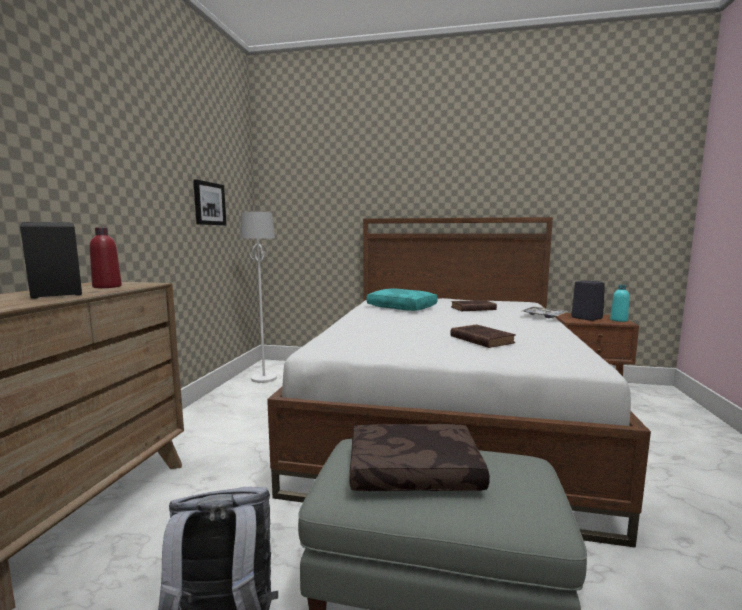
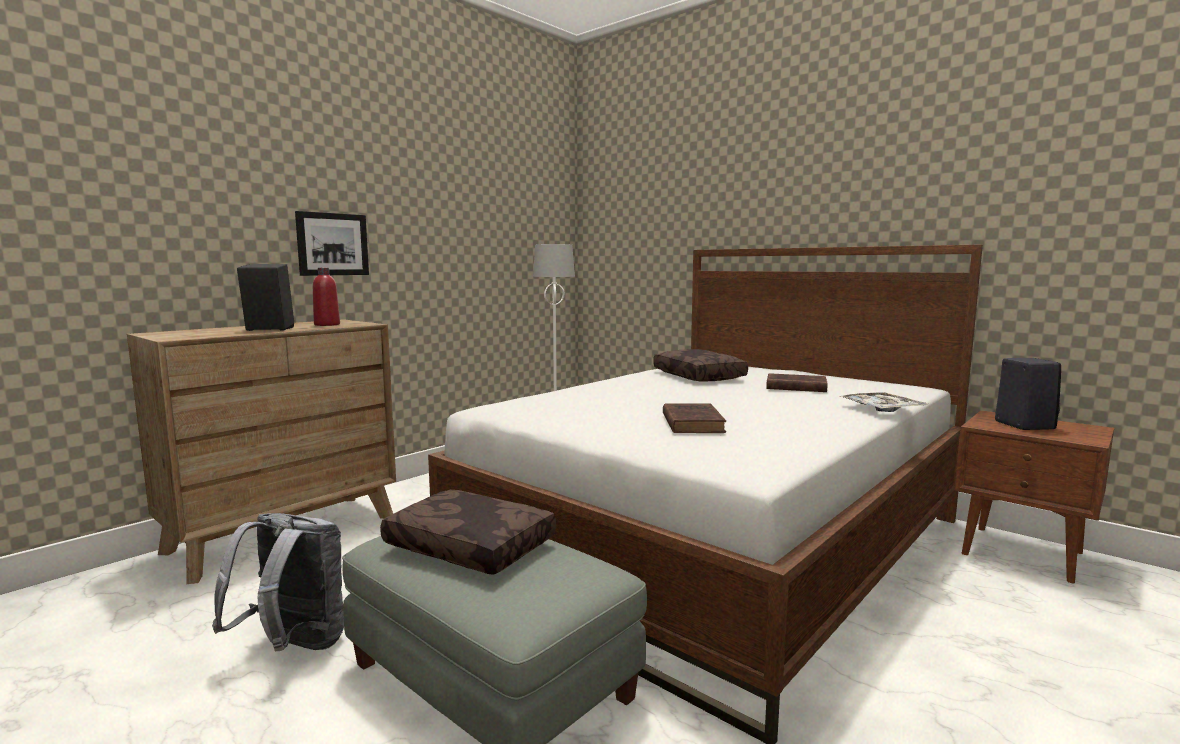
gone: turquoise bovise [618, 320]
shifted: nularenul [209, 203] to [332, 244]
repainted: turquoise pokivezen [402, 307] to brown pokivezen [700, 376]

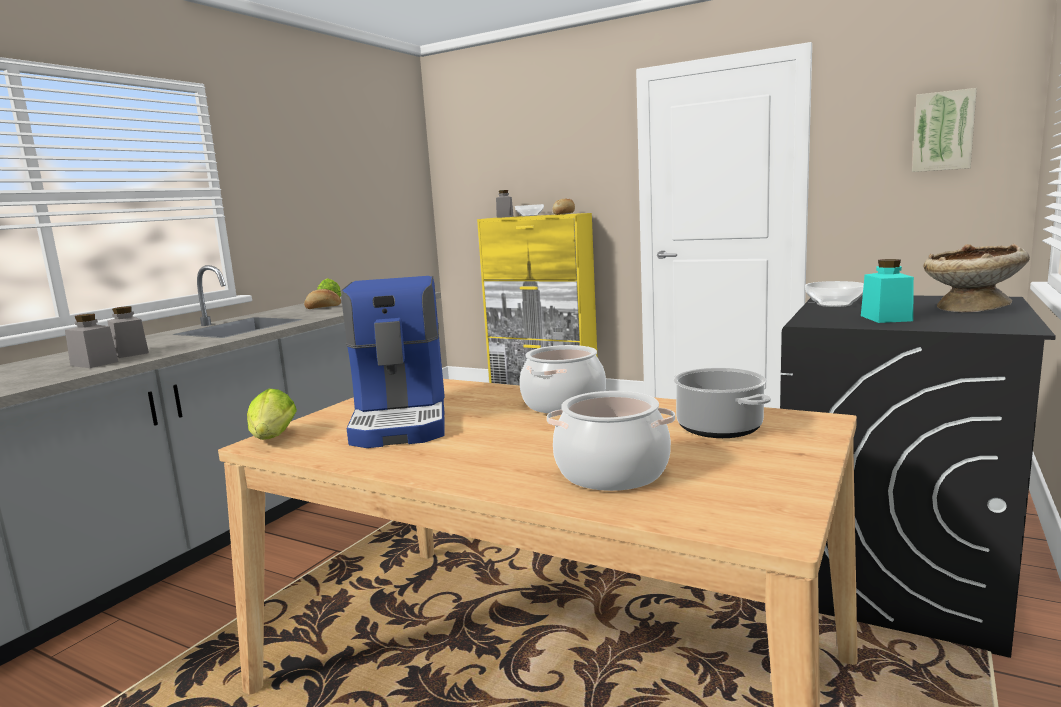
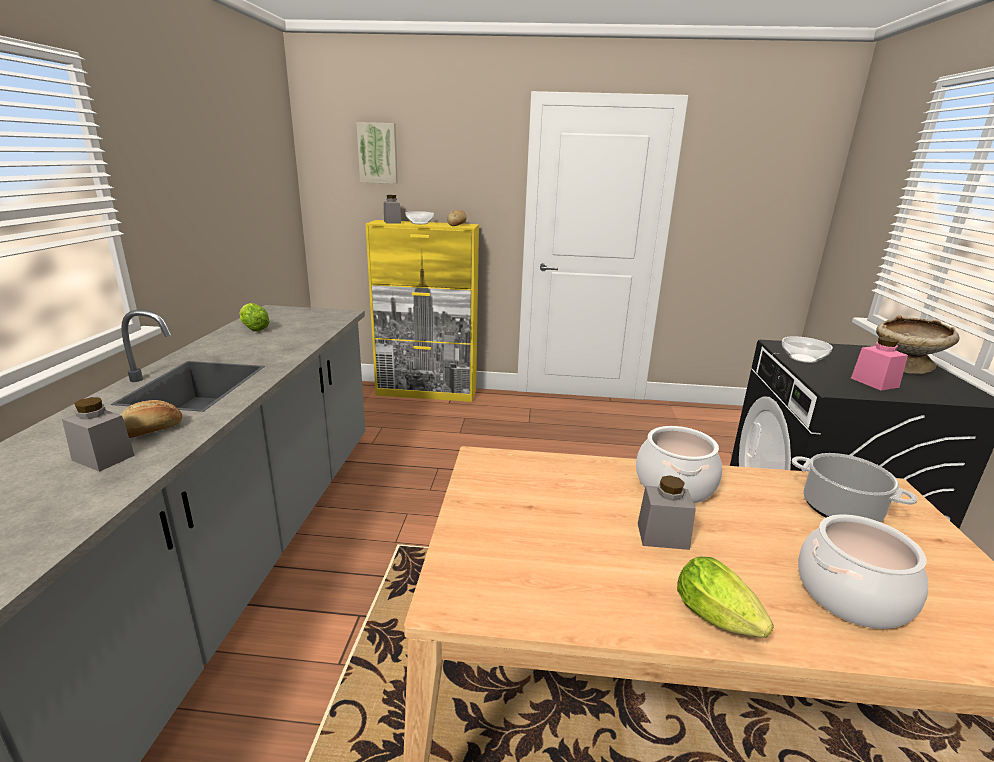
gone: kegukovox [403, 419]
shifted: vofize [323, 307] to [151, 431]; nularenul [943, 131] to [378, 153]; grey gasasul [94, 363] to [662, 536]; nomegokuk [272, 440] to [720, 621]
repainted: turquoise gasasul [886, 318] to pink gasasul [874, 382]

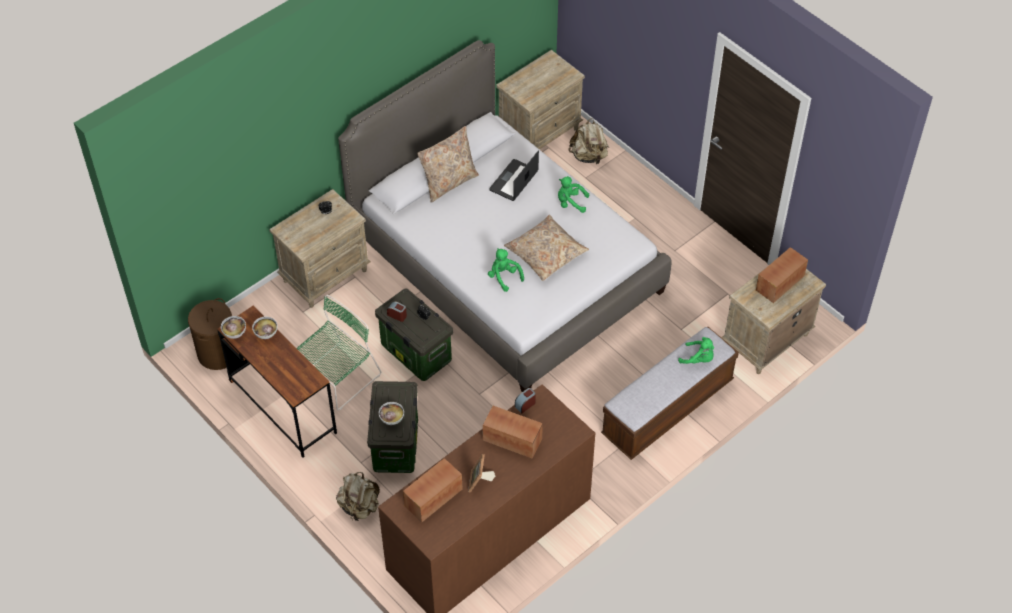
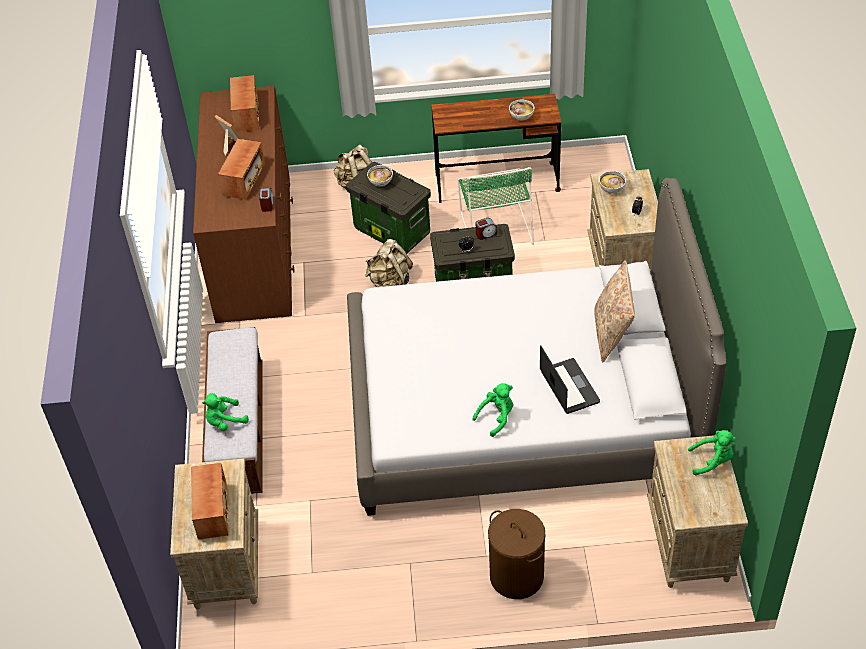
gone: beige pokivezen [546, 253]
shifted: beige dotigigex [589, 156] to [390, 283]; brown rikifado [218, 353] to [516, 576]; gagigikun [235, 333] to [611, 190]; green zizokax [504, 277] to [712, 461]
rotated: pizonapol [512, 440] = [244, 180] 45 degrees counterclockwise

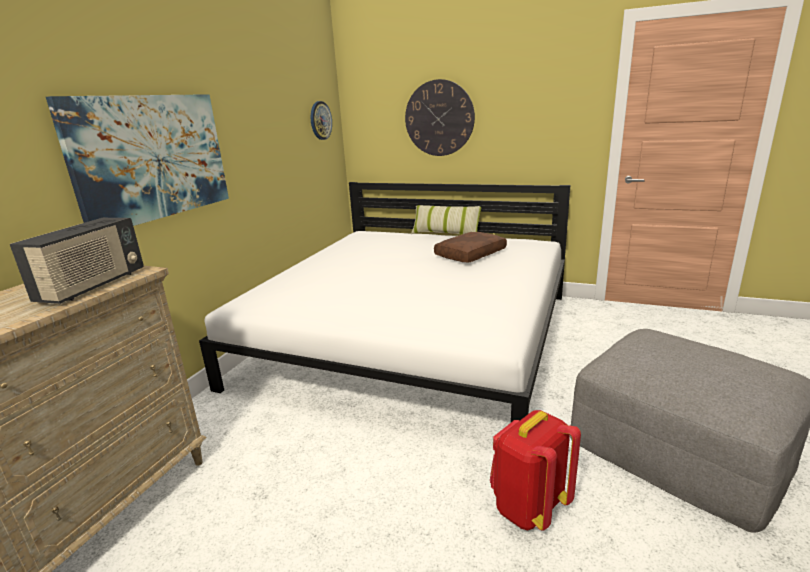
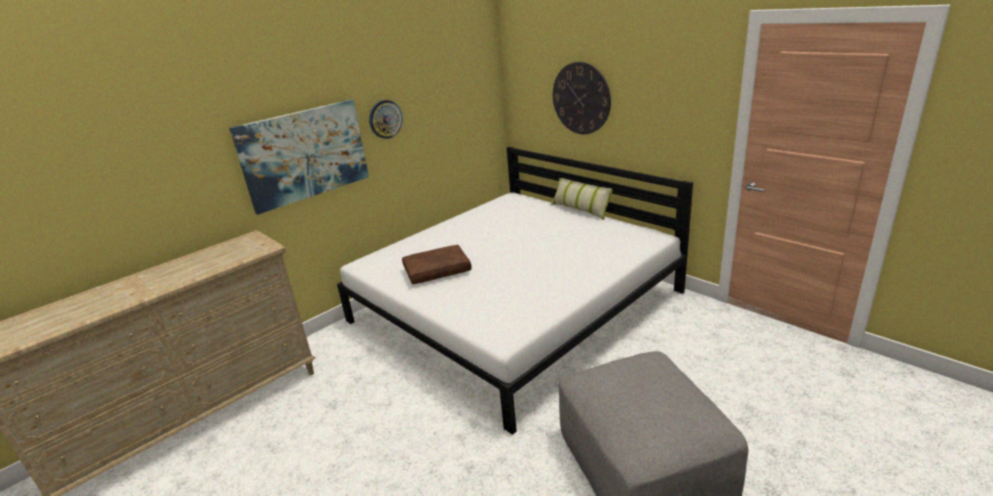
gone: pizonapol [93, 286]; red dotigigex [528, 507]
shifted: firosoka [320, 120] to [385, 119]; brown pokivezen [470, 254] to [437, 270]

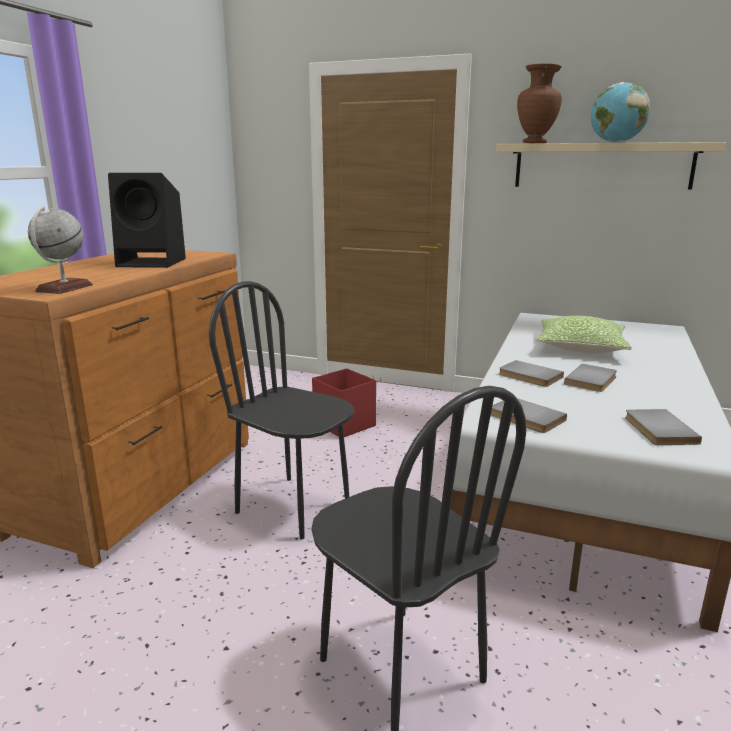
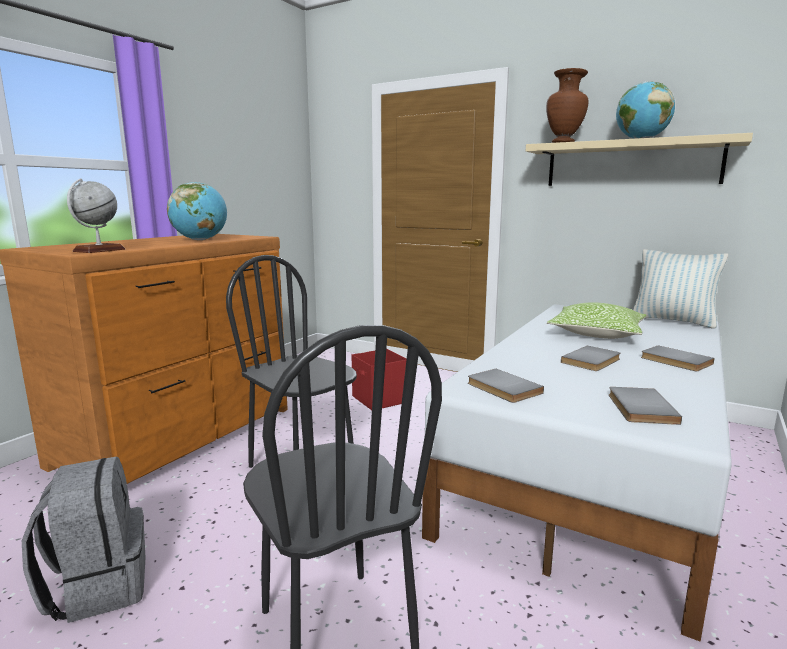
new: grey dotigigex [98, 586]; pokivezen [672, 321]
shifted: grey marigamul [529, 376] to [674, 361]
swapped: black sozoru [154, 263] to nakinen [200, 240]

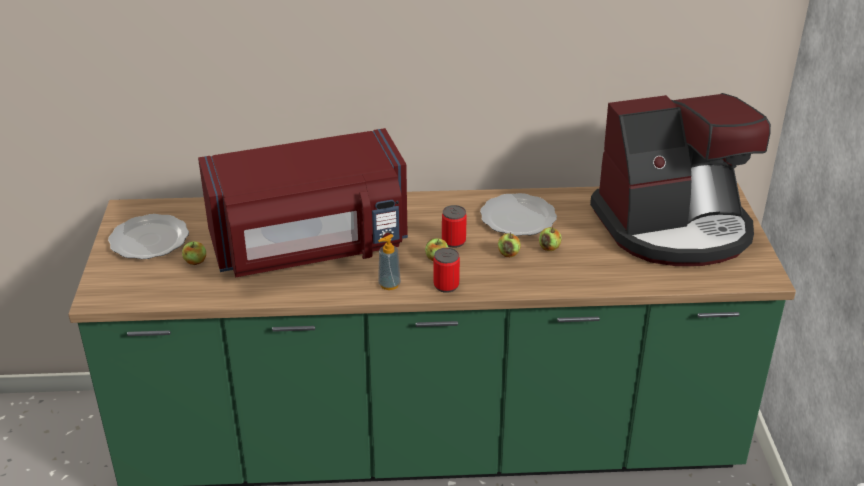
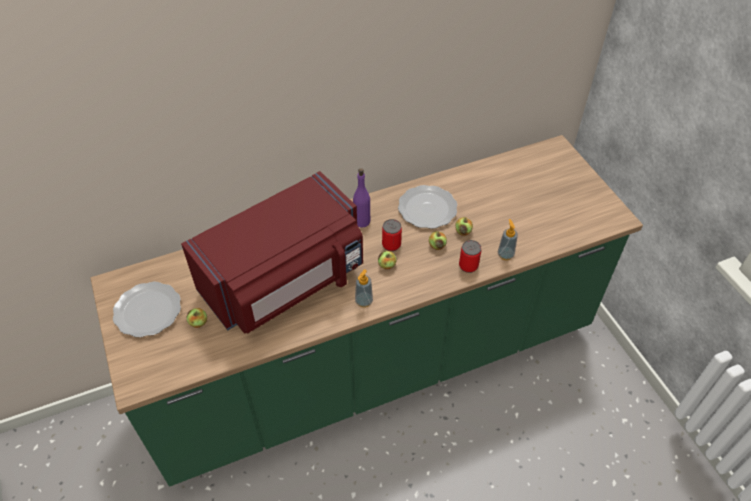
gone: kegukovox [674, 228]
new: purple bovise [362, 221]; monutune [505, 254]
shifted: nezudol [446, 285] to [468, 266]

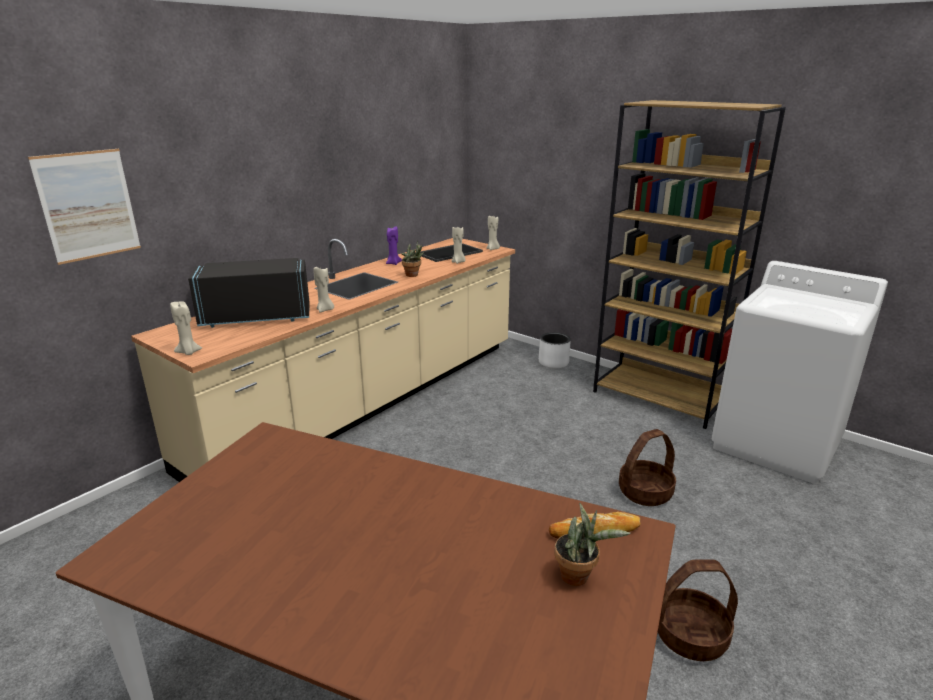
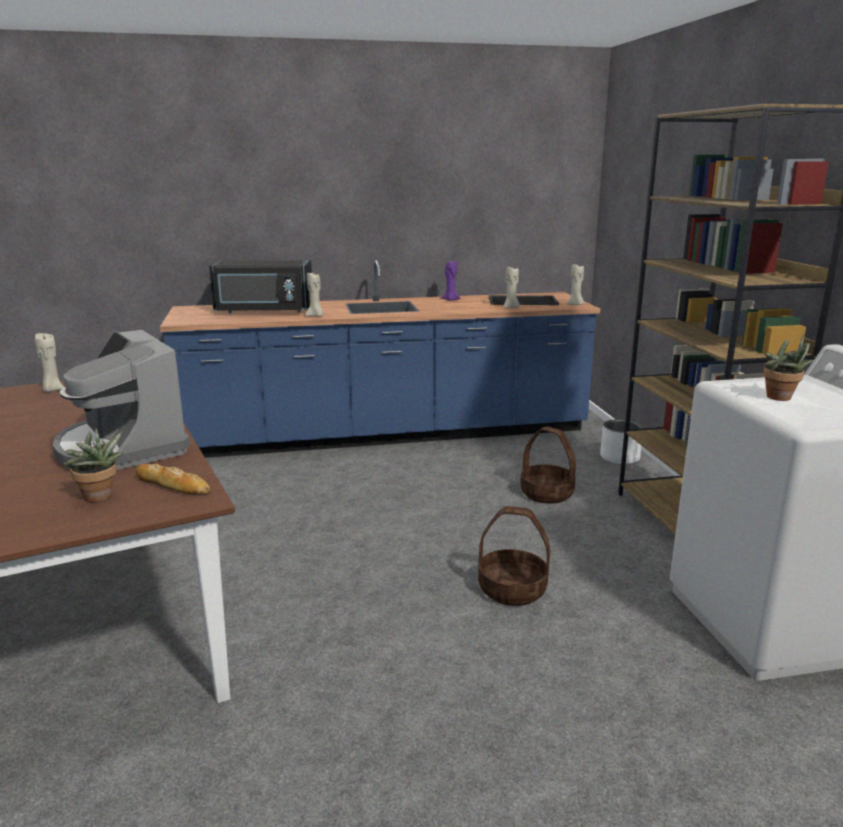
gone: nularenul [88, 205]
new: kegukovox [122, 448]
shifted: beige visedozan [188, 352] to [52, 390]; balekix [691, 635] to [547, 493]; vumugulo [413, 275] to [781, 398]
repainted: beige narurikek [368, 401] to blue narurikek [387, 434]
rotated: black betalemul [257, 316] = [263, 311] 150 degrees clockwise

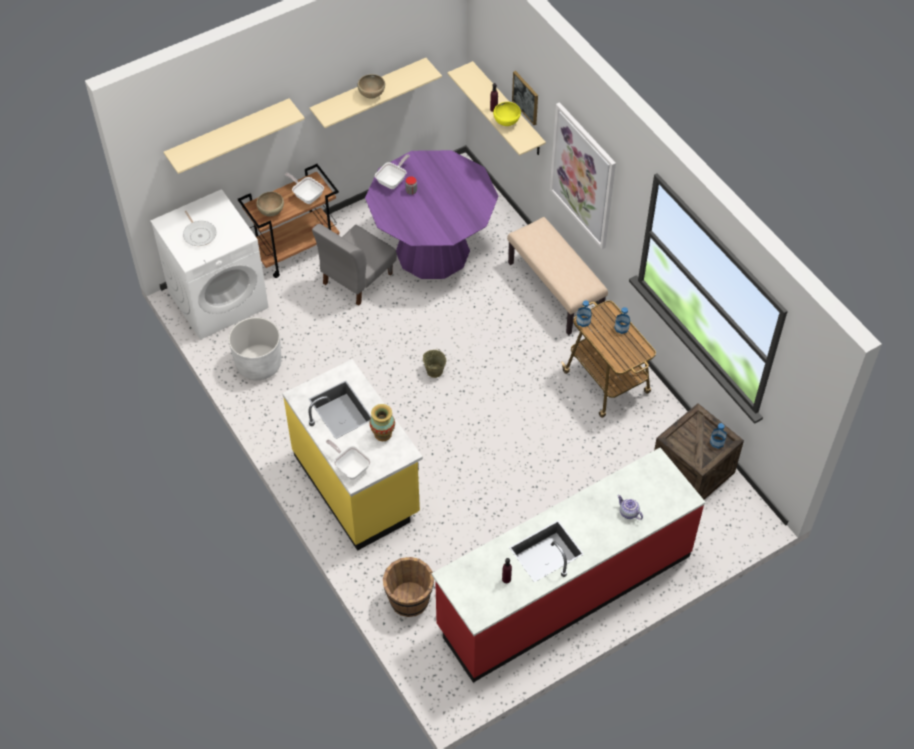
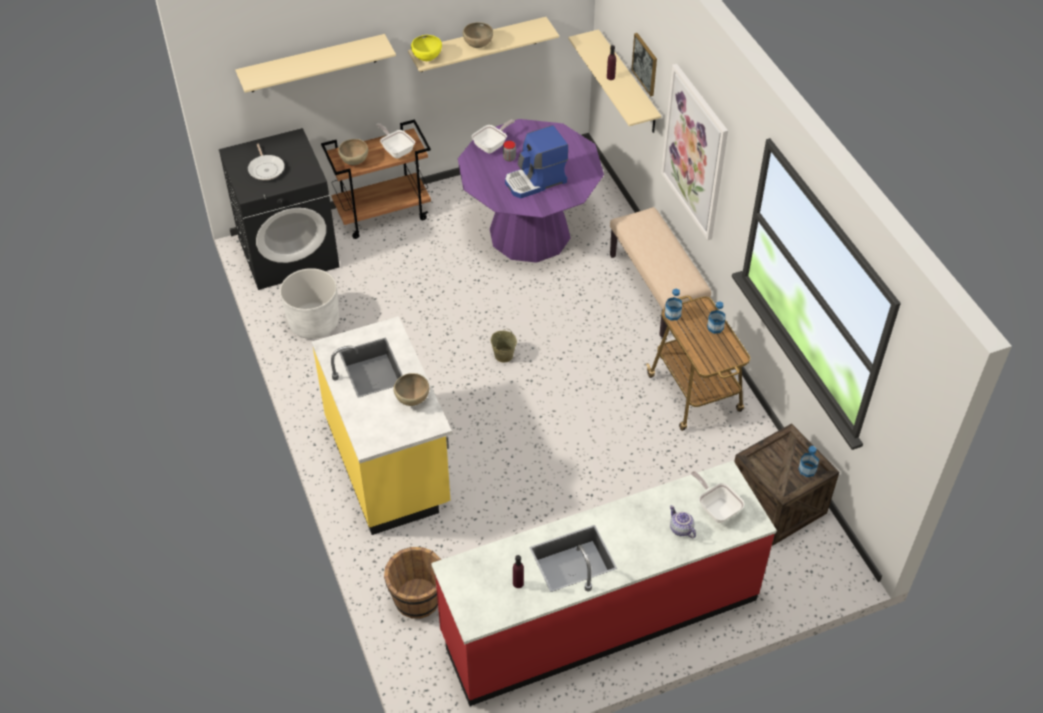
gone: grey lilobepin [357, 278]
new: kegukovox [536, 181]
shifted: yellow gagigikun [506, 123] to [427, 58]; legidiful [350, 467] to [716, 508]
swapped: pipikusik [383, 434] to brown gagigikun [412, 400]
repainted: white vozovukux [218, 299] to black vozovukux [289, 252]

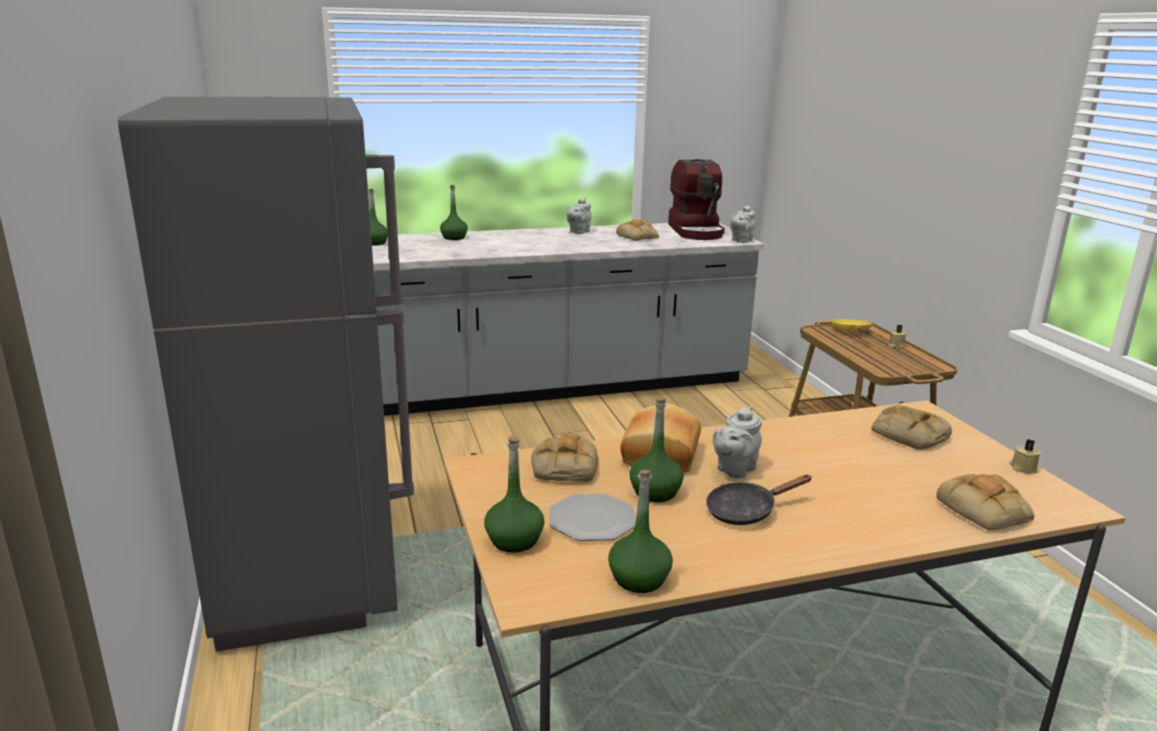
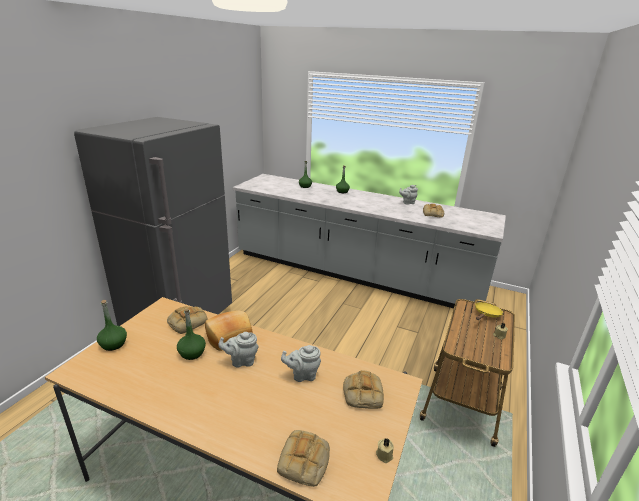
gone: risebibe [592, 520]; green bovise [638, 579]; kegukovox [696, 231]; black legidiful [746, 511]
shifted: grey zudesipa [741, 240] to [302, 375]

